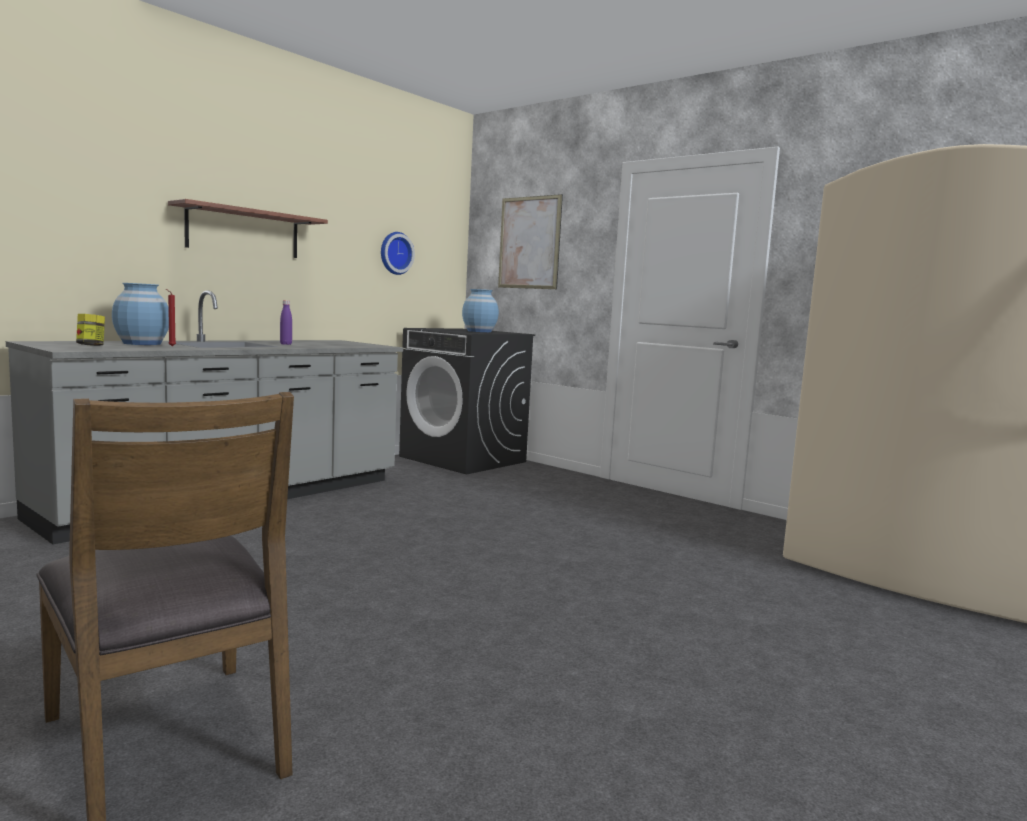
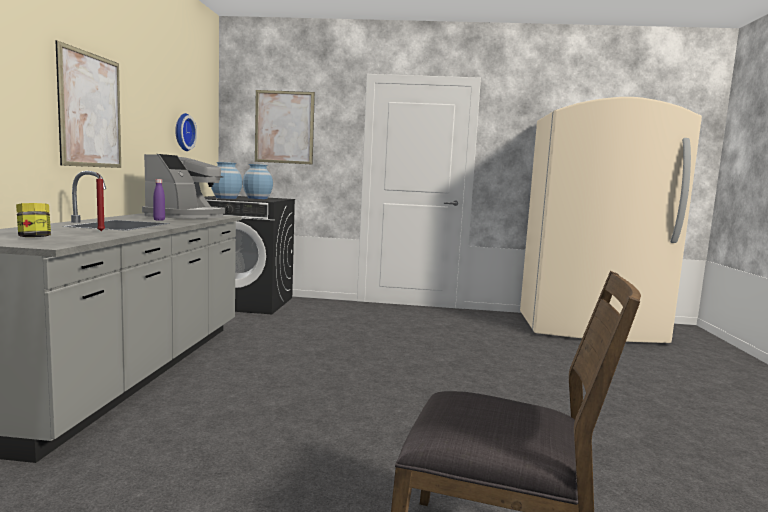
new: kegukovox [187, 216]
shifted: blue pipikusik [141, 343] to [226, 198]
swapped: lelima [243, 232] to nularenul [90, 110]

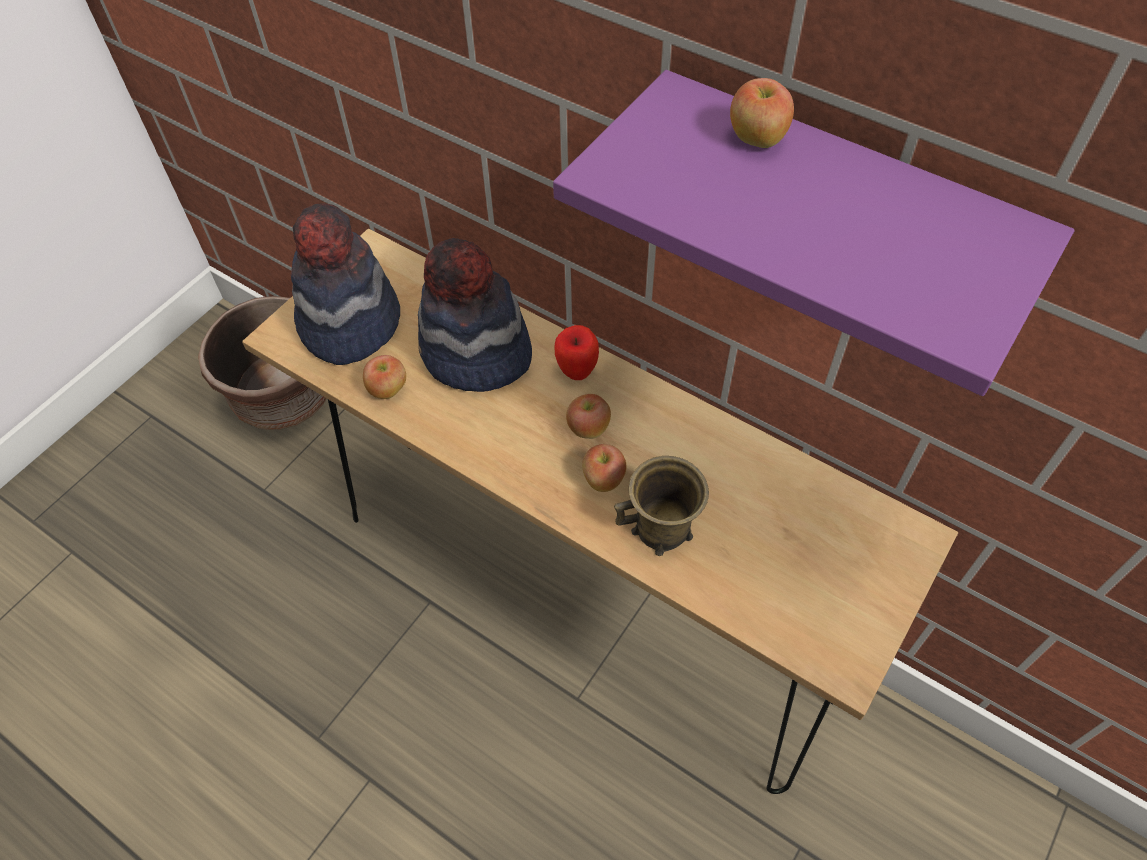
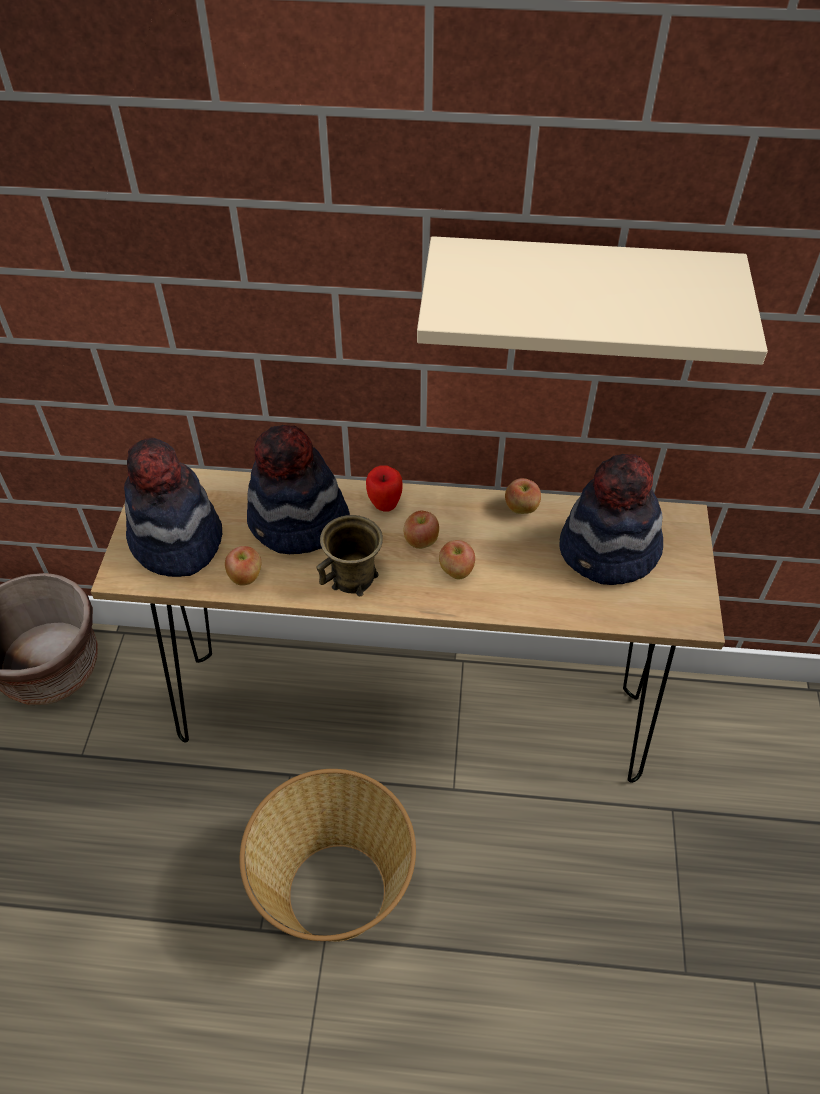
new: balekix [335, 893]; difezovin [608, 552]
shifted: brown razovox [662, 529] to [354, 578]; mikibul [756, 139] to [521, 509]
repainted: purple lelima [836, 208] to beige lelima [578, 296]

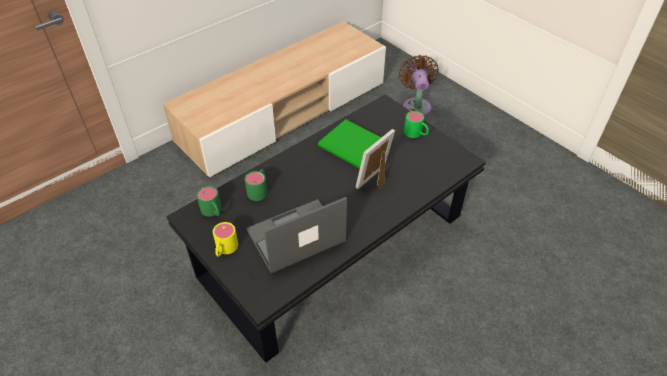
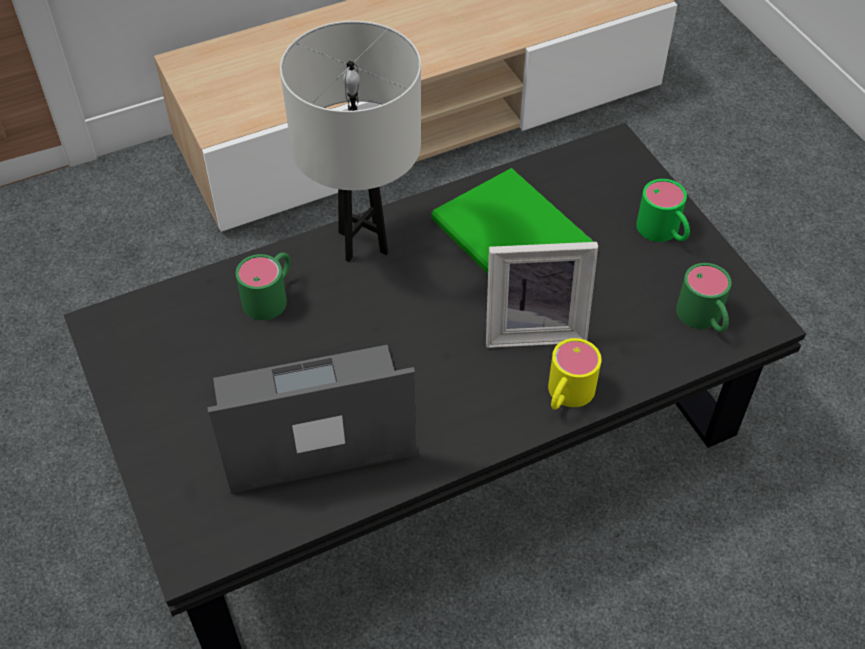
gone: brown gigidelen [416, 105]
new: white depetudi [363, 243]
shifted: yellow razovox [225, 249] to [566, 396]; green razovox [213, 211] to [704, 319]
rotated: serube [376, 180] = [534, 328] 150 degrees counterclockwise

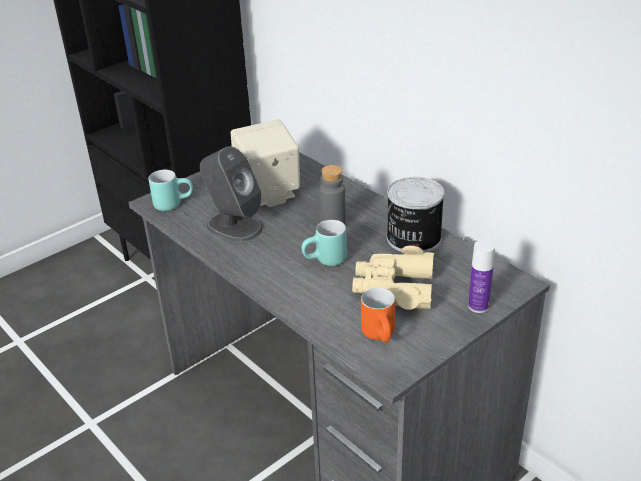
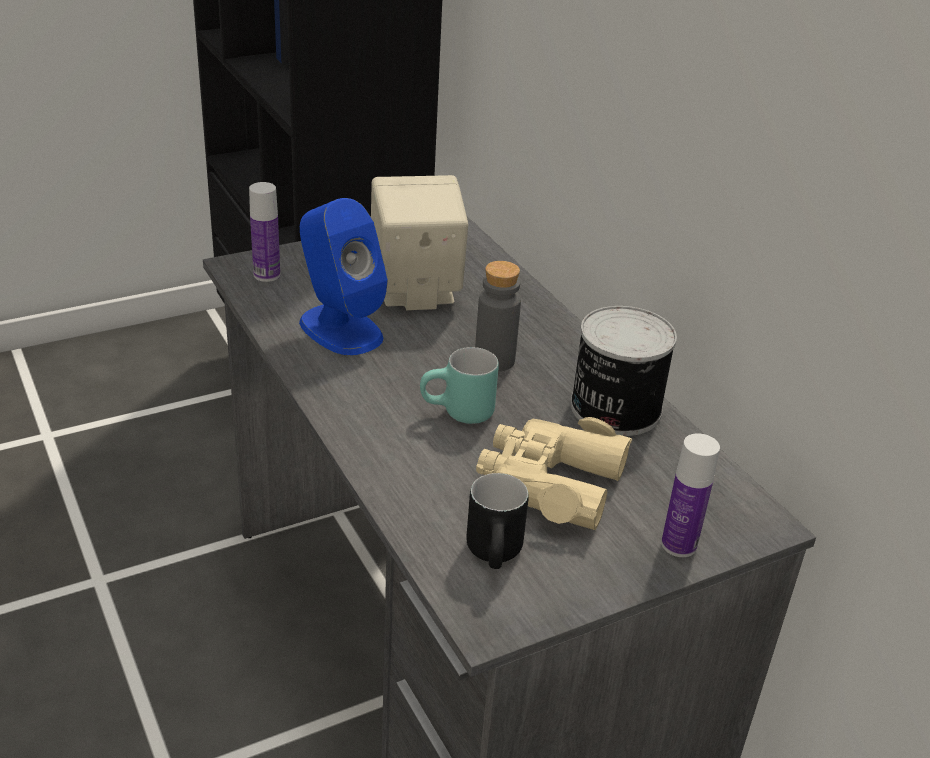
swapped: turquoise razovox [173, 203] to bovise [267, 275]
repainted: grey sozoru [233, 227] to blue sozoru [340, 329]; orange razovox [382, 336] to black razovox [498, 556]

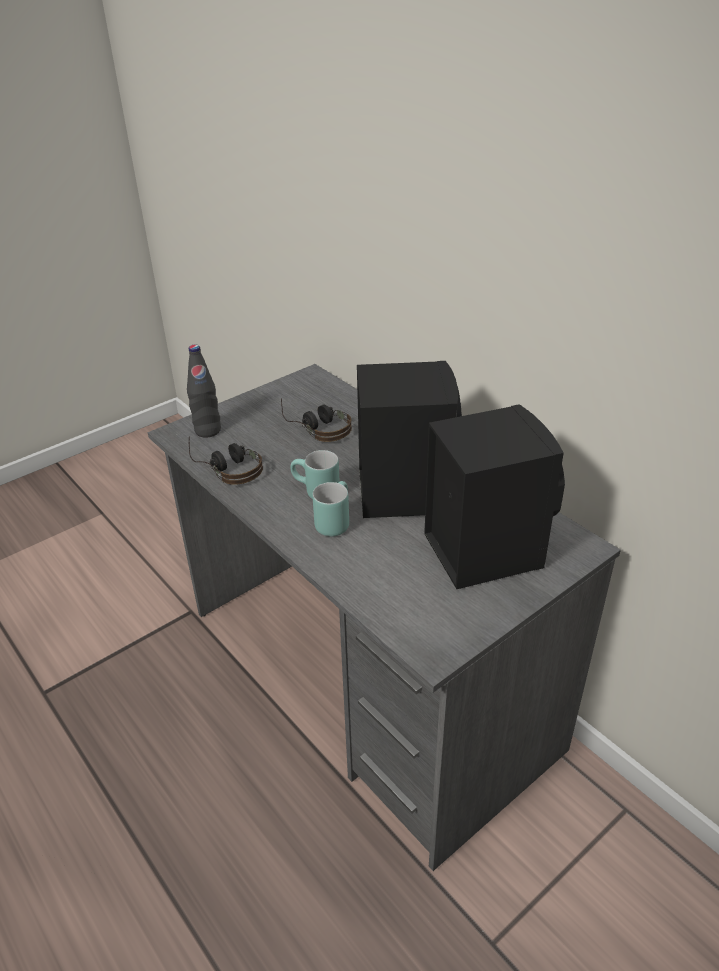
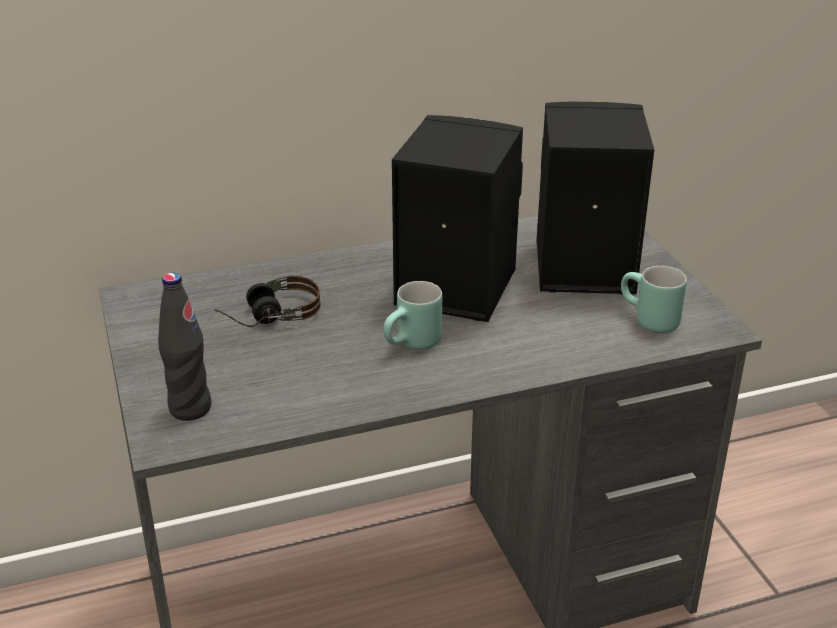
gone: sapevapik [226, 467]
shifted: turquoise razovox [333, 521] to [646, 321]

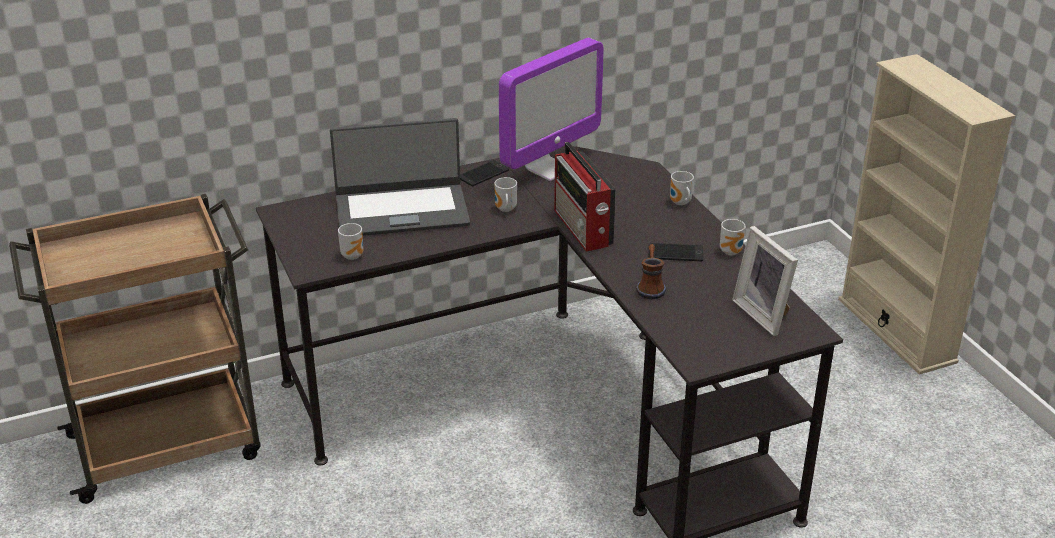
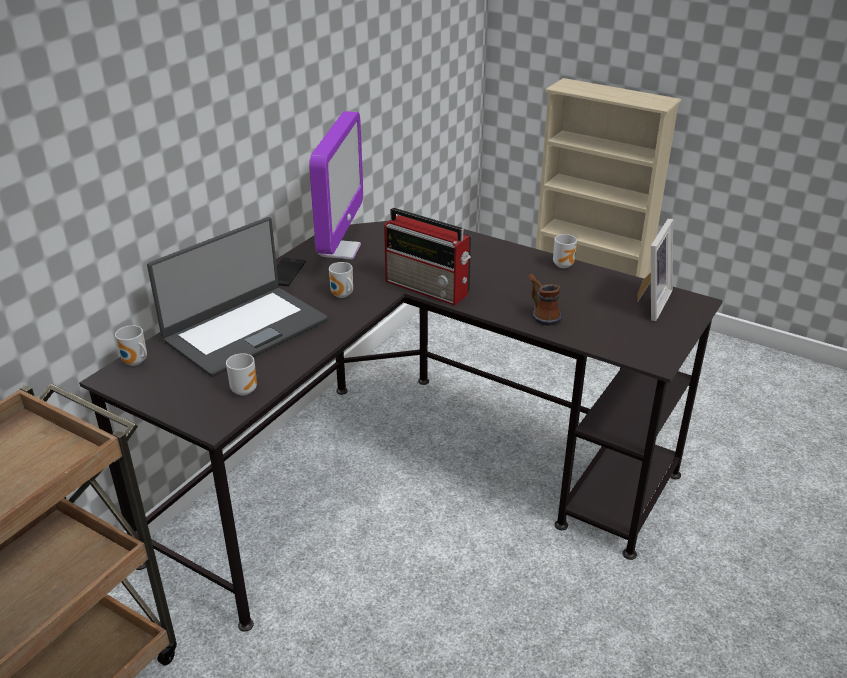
gone: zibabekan [675, 253]
shifted: razovox [680, 203] to [135, 363]
rotated: serube [765, 314] = [649, 302] 90 degrees counterclockwise

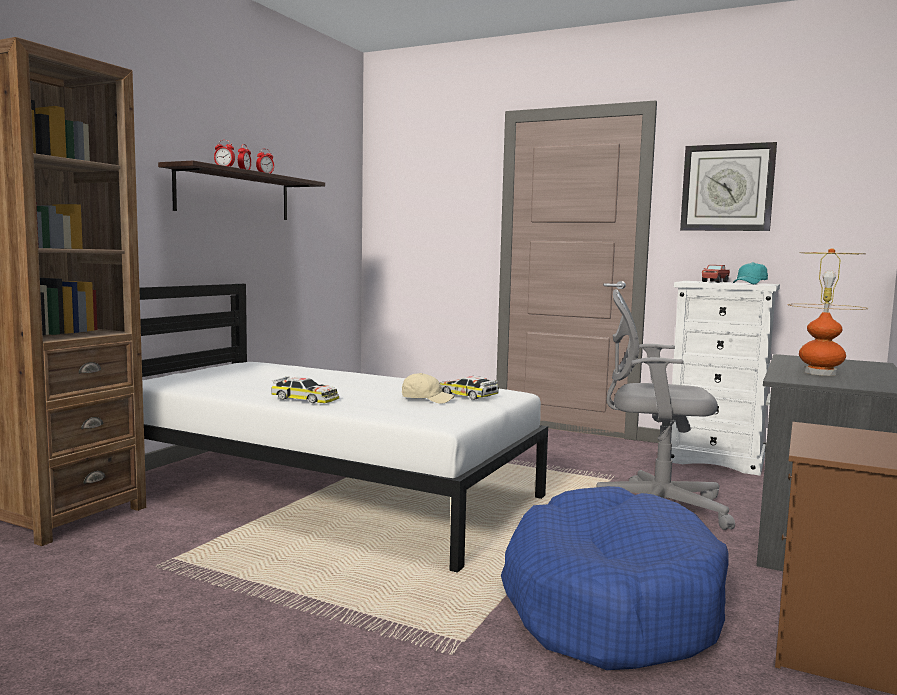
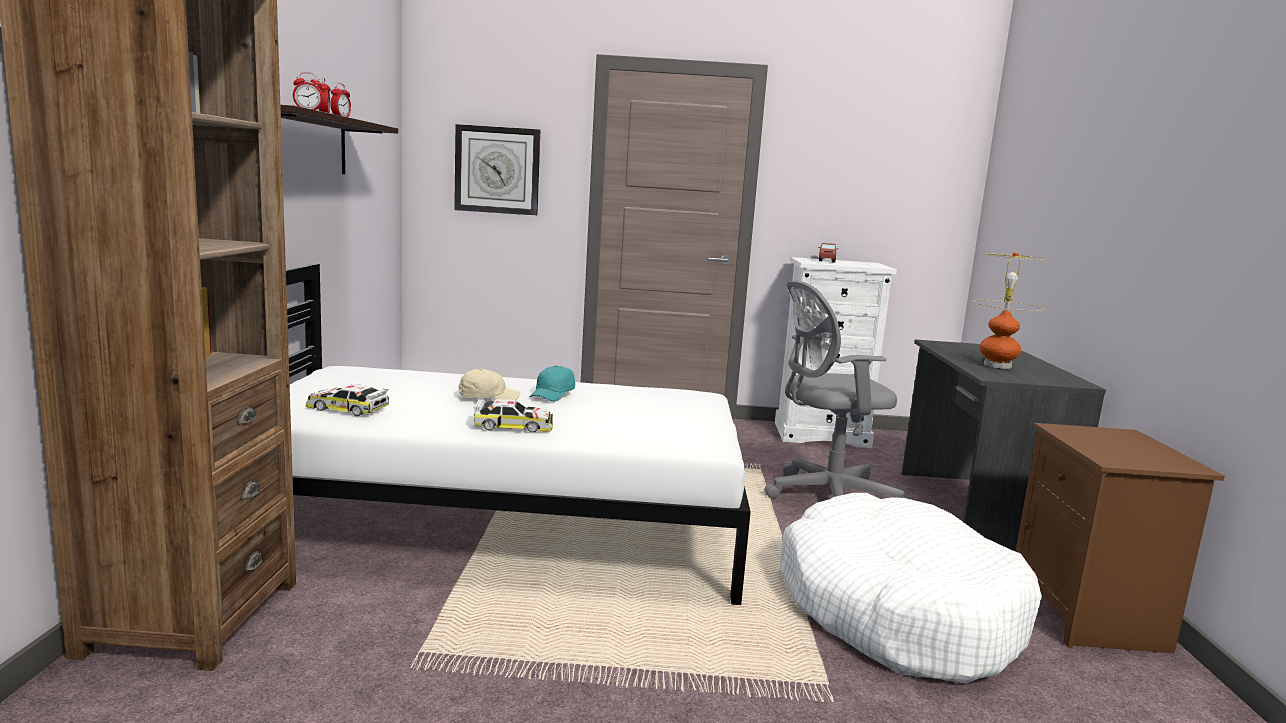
shifted: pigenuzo [466, 395] to [347, 409]; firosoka [727, 188] to [497, 170]; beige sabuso [427, 399] to [488, 398]; turquoise sabuso [750, 283] to [553, 395]
repainted: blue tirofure [609, 603] to white tirofure [896, 611]

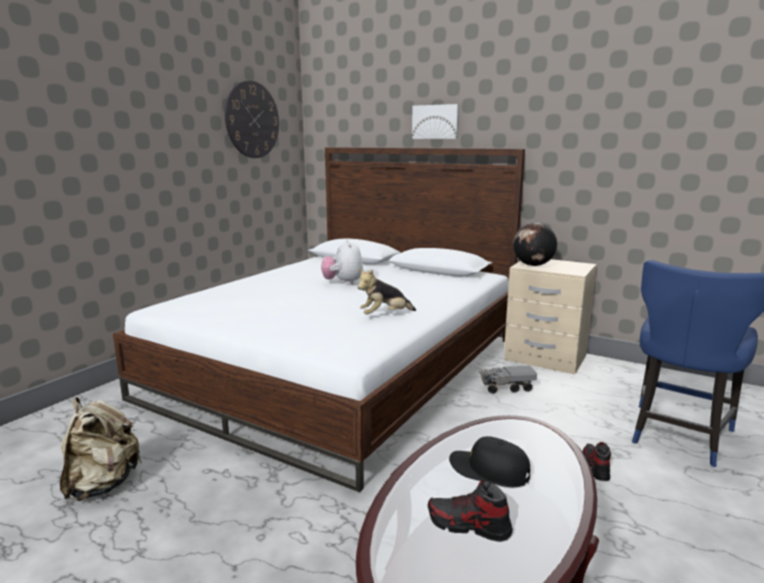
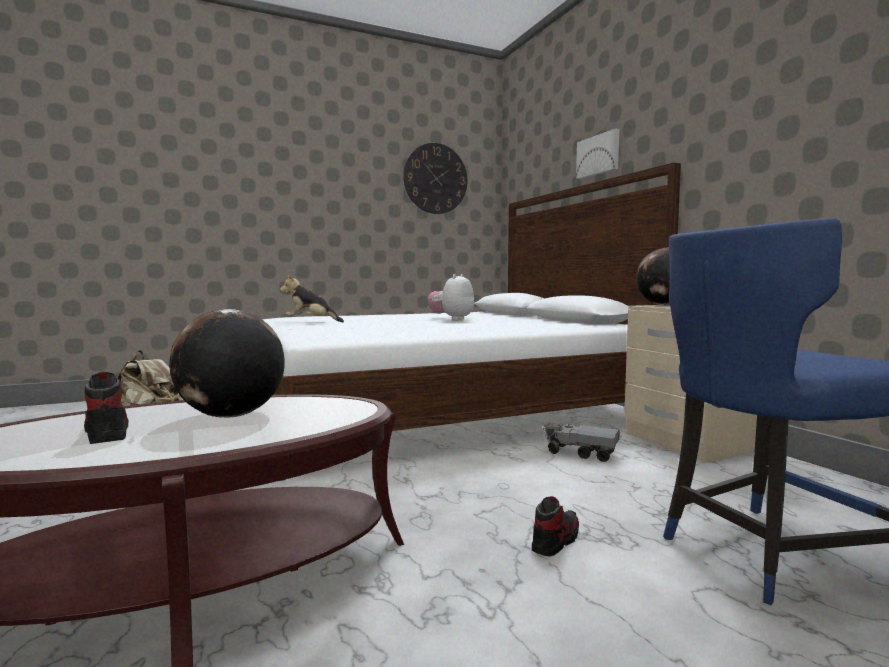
shifted: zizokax [385, 315] to [311, 322]
swapped: black sabuso [489, 470] to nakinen [230, 416]

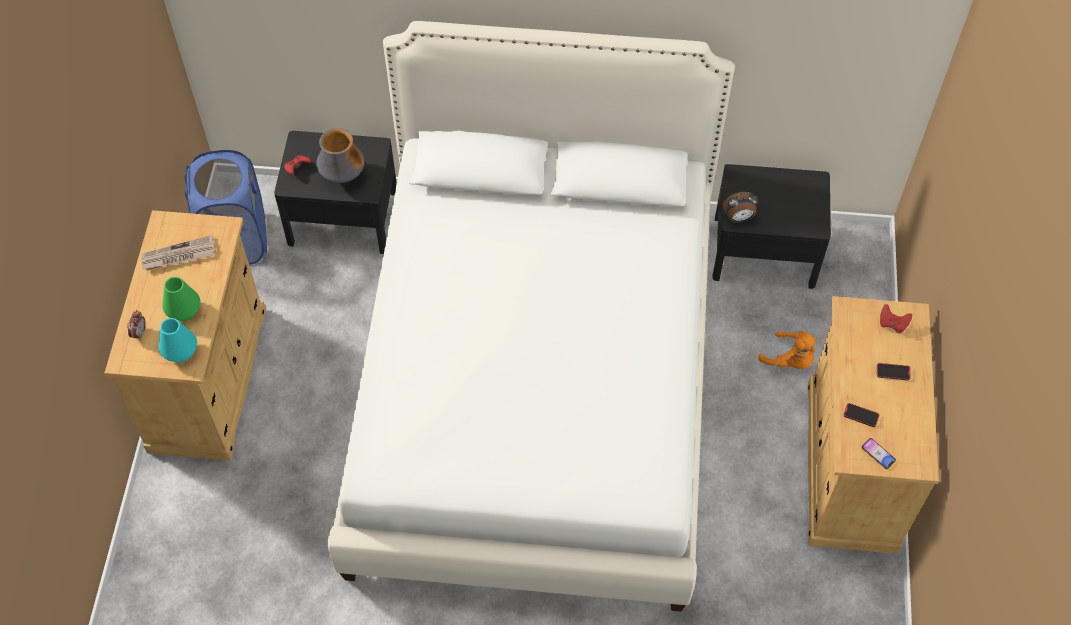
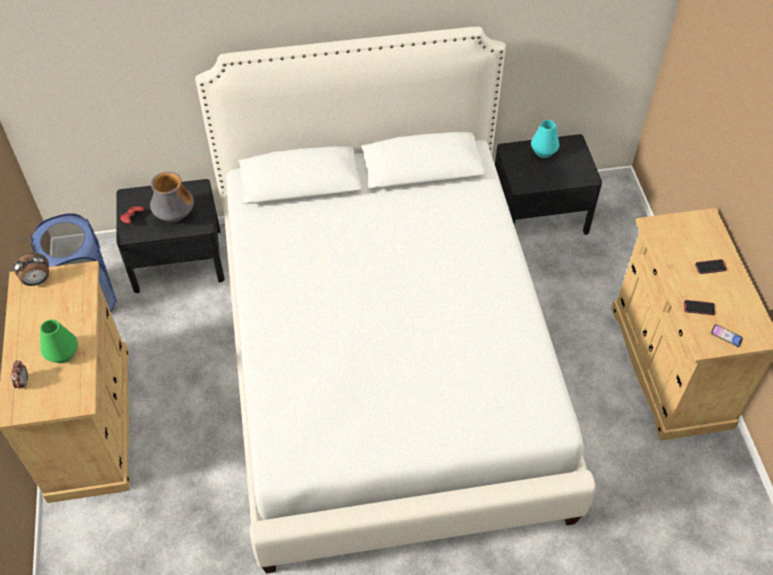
gone: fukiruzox [178, 256]; orange zizokax [790, 360]; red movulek [892, 324]
shifted: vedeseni [738, 218] to [37, 281]; turquoise pipikusik [181, 352] to [543, 151]

